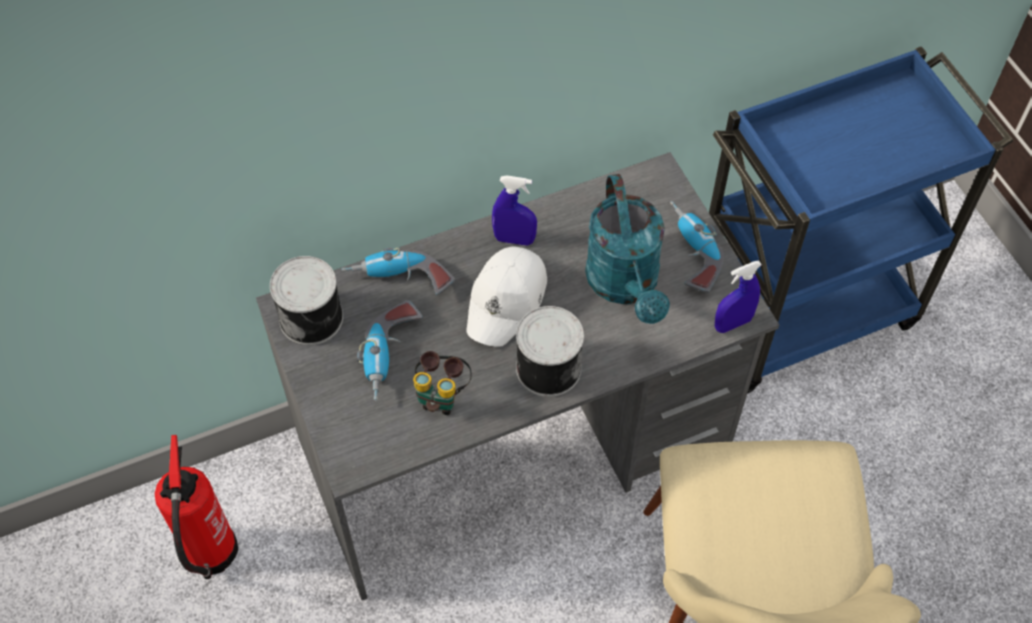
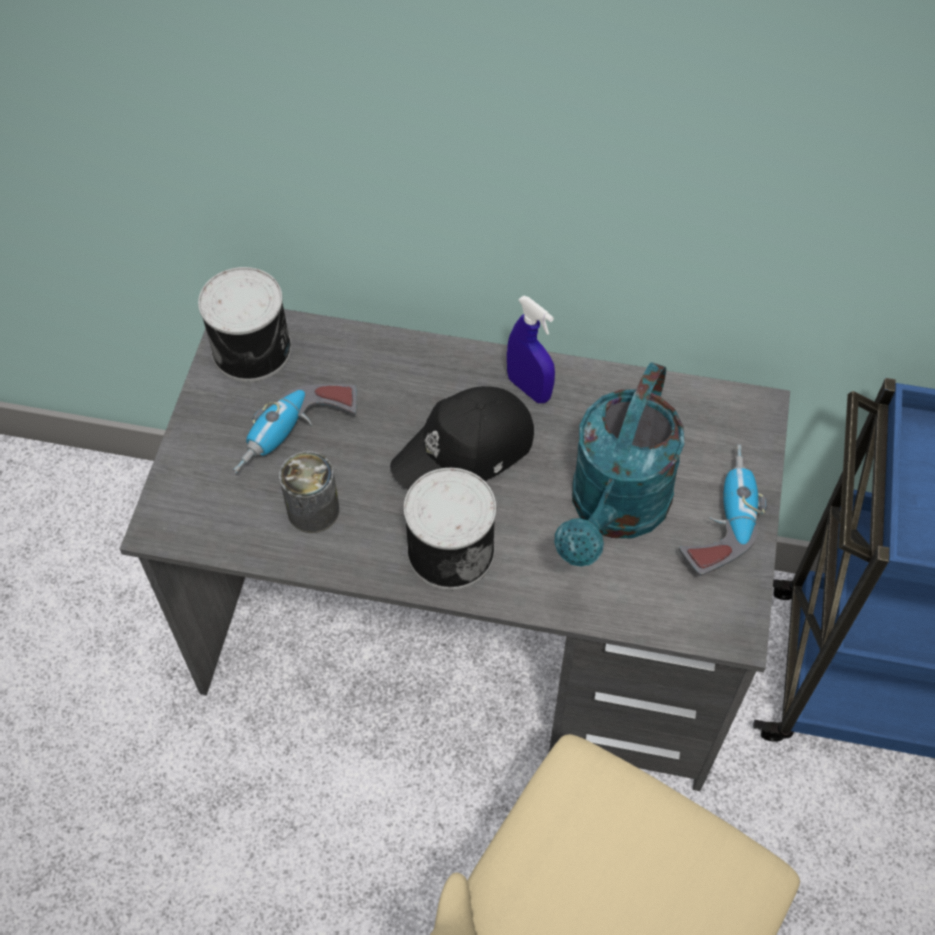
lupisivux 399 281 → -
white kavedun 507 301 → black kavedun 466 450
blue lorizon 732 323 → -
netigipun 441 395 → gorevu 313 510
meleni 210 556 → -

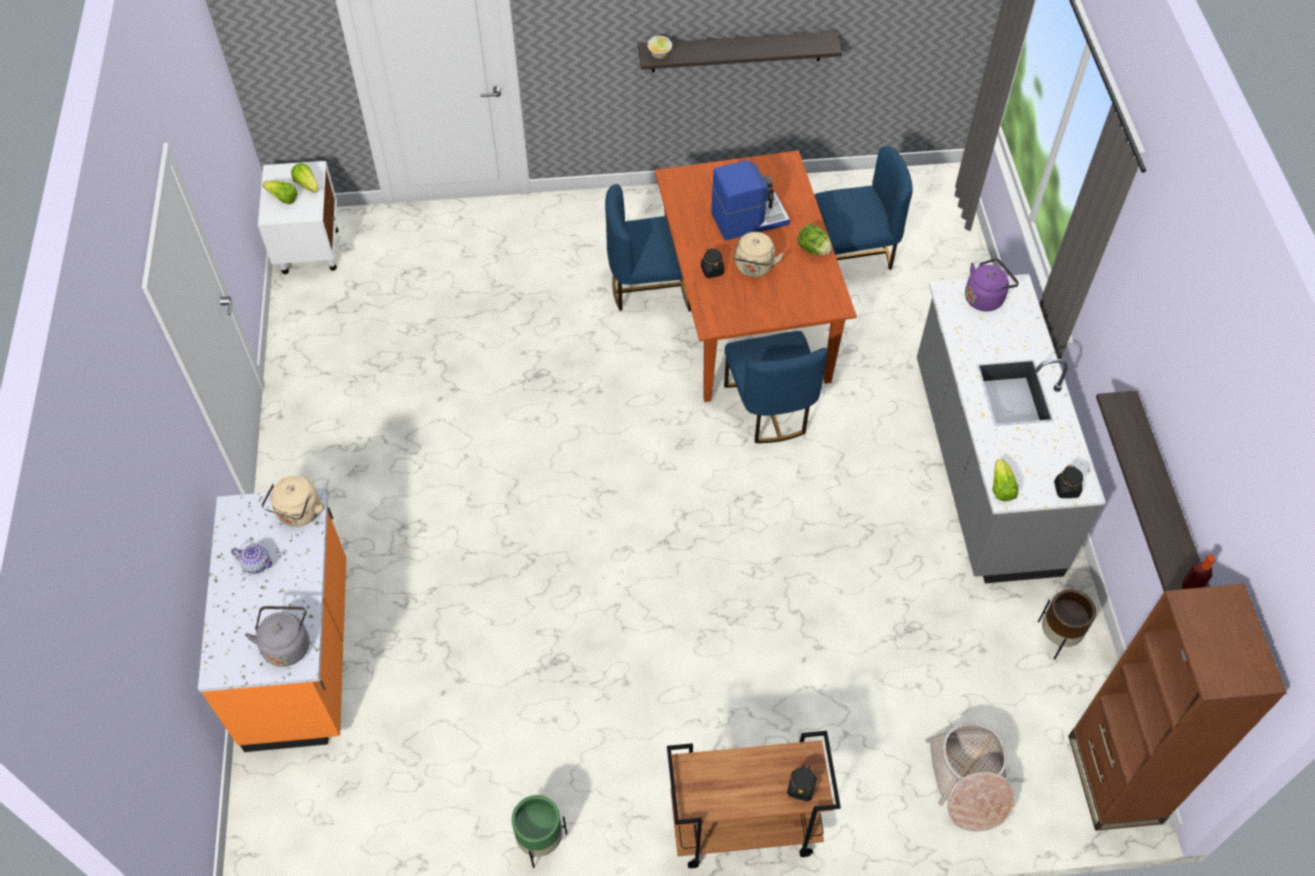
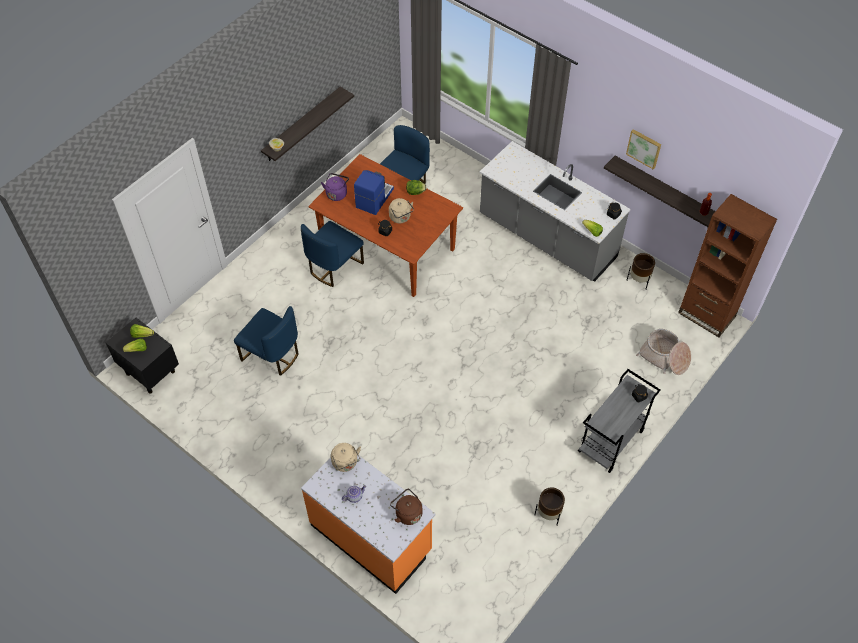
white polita 310 250 → black polita 150 372
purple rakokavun 985 297 → purple rakokavun 337 193, move
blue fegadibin 769 408 → blue fegadibin 272 355, move
grey rakokavun 287 644 → brown rakokavun 407 513
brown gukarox 743 827 → grey gukarox 611 442
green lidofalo 540 840 → brown lidofalo 548 514
- → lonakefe 644 148

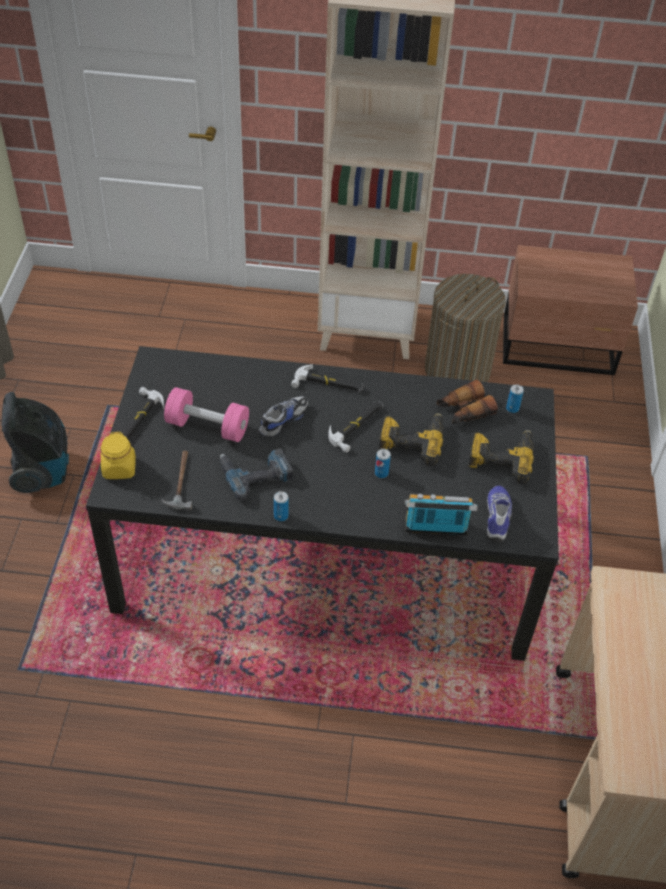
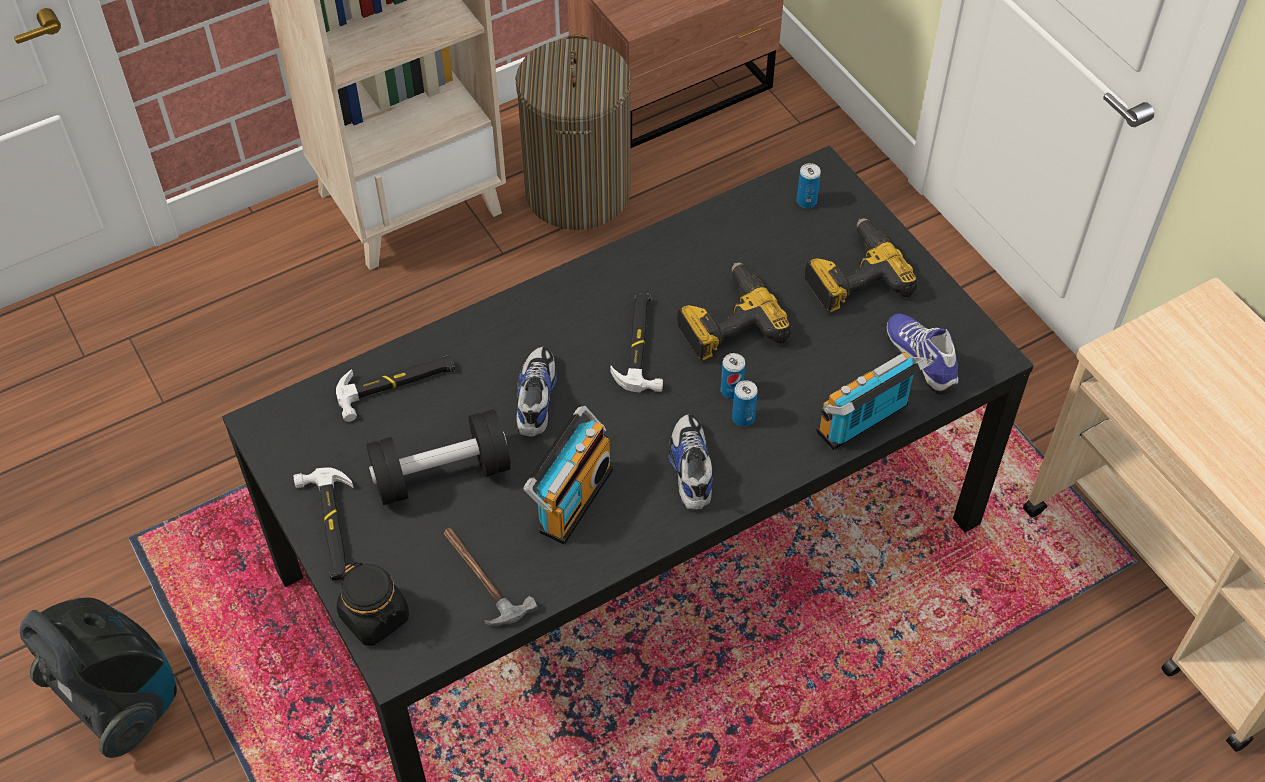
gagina 328 384 → gagina 396 385, move
netigipun 464 410 → -
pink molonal 207 427 → black molonal 441 474
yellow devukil 119 468 → black devukil 375 617
lupisivux 255 473 → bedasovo 571 498
gorevu 281 516 → gorevu 743 418, move
- → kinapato 690 468

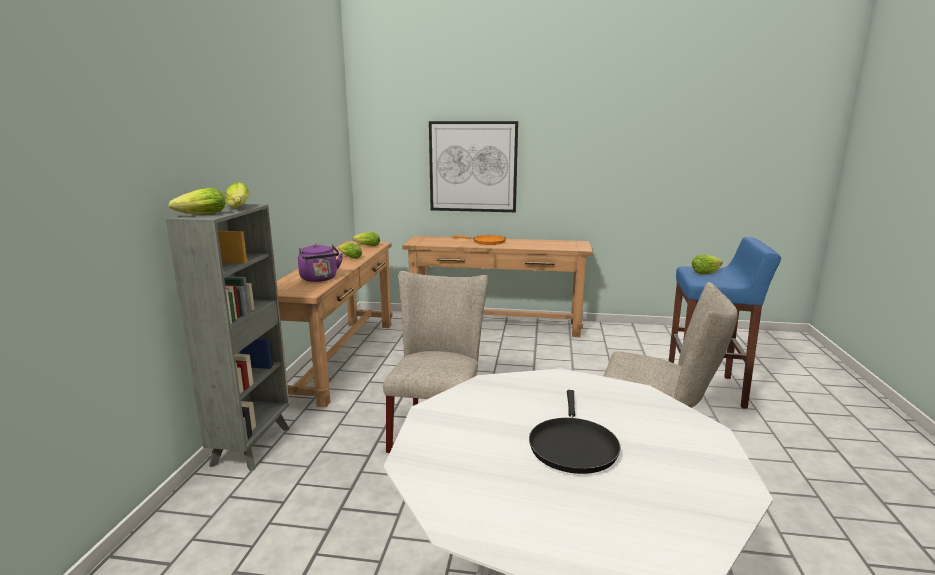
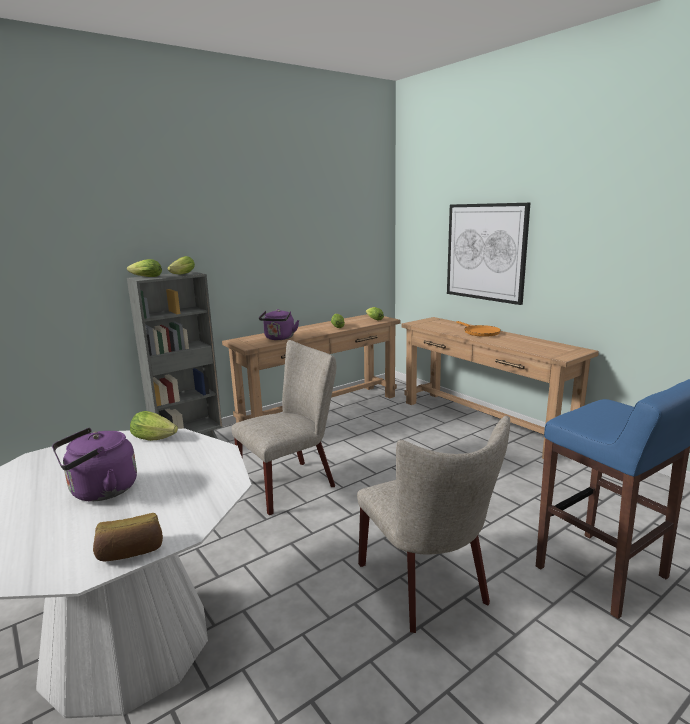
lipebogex 707 272 → lipebogex 156 438, move
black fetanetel 572 446 → purple rakokavun 100 491
- → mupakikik 131 552

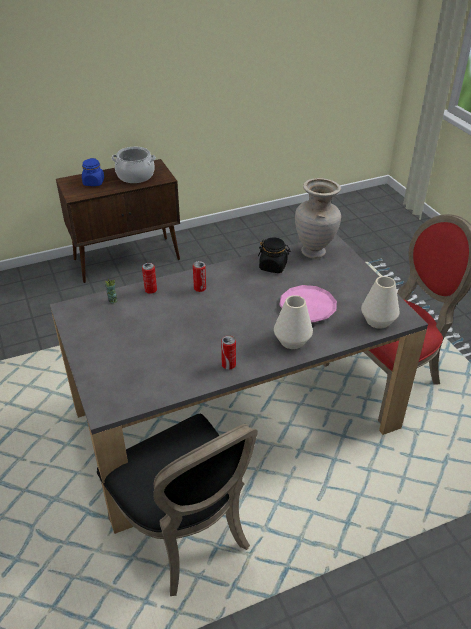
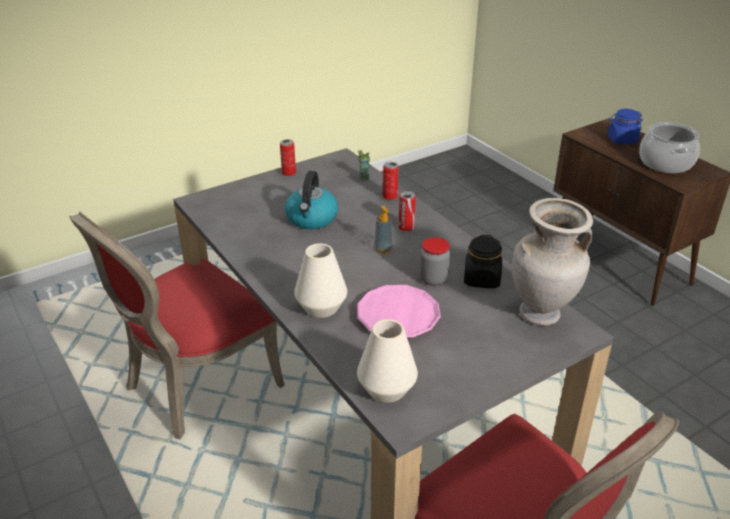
gorevu 228 365 → gorevu 288 173, move
black fegadibin 186 534 → red fegadibin 196 387
- → rakokavun 312 219
- → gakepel 383 249
- → devukil 433 279

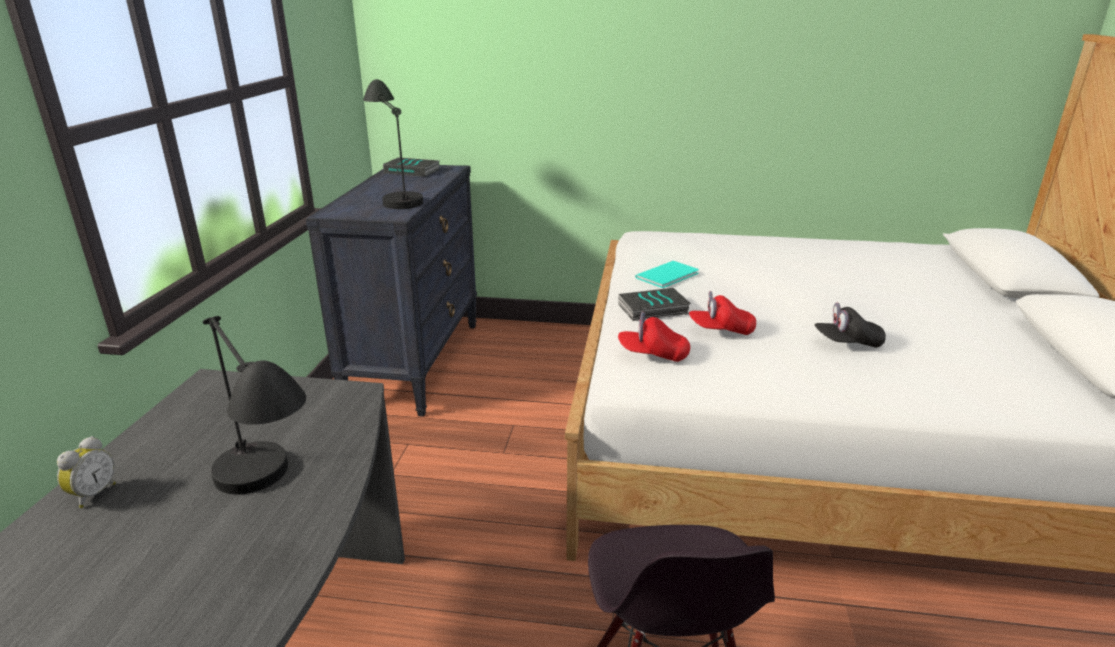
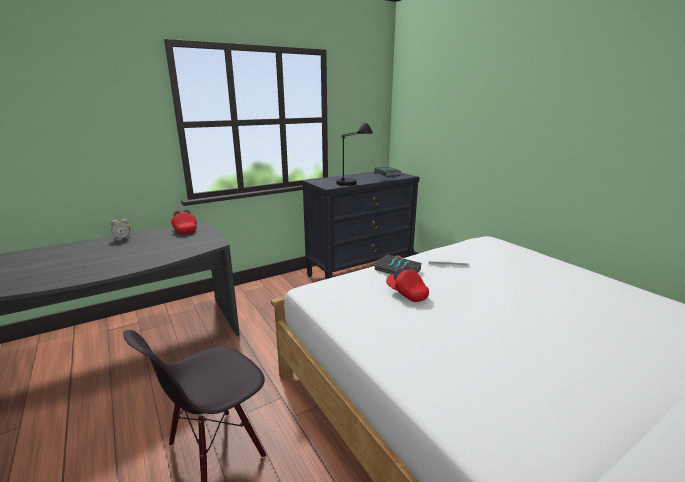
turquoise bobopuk 669 275 → white bobopuk 448 260
black kavedun 847 343 → -
red kavedun 653 354 → red kavedun 185 230, move
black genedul 270 505 → -

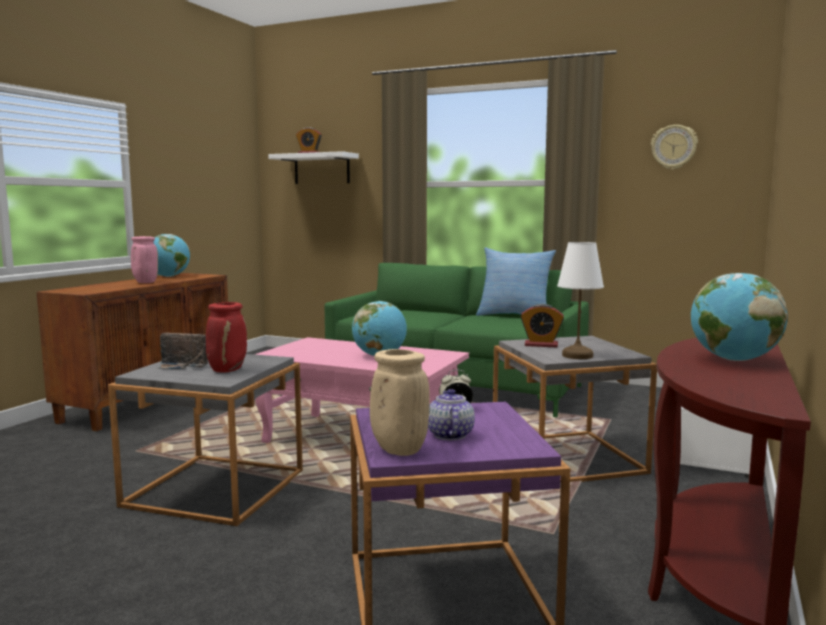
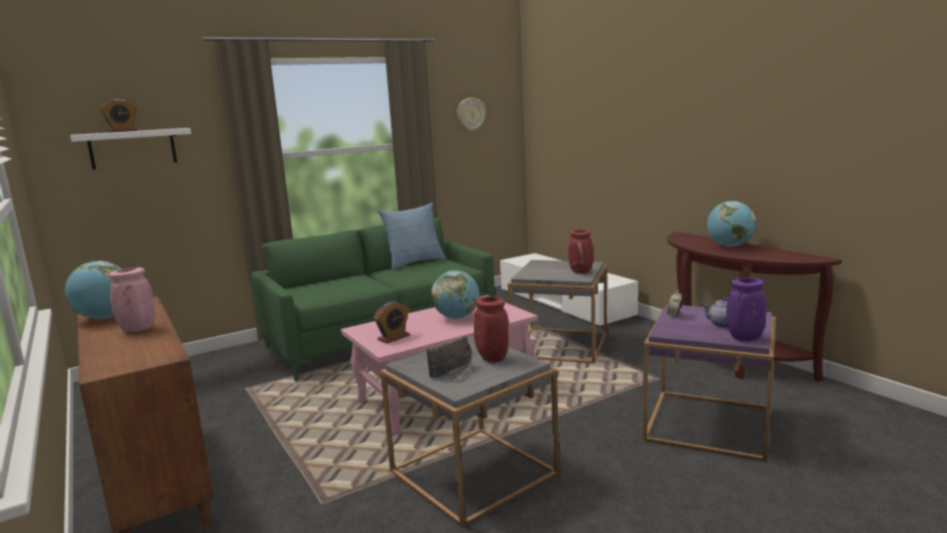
white genedul 578 356 → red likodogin 581 272
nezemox 541 345 → nezemox 393 338, move
beige likodogin 397 450 → purple likodogin 744 338

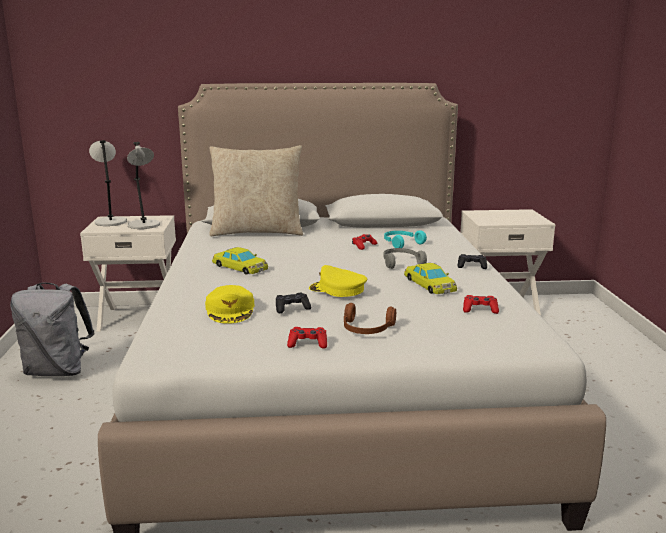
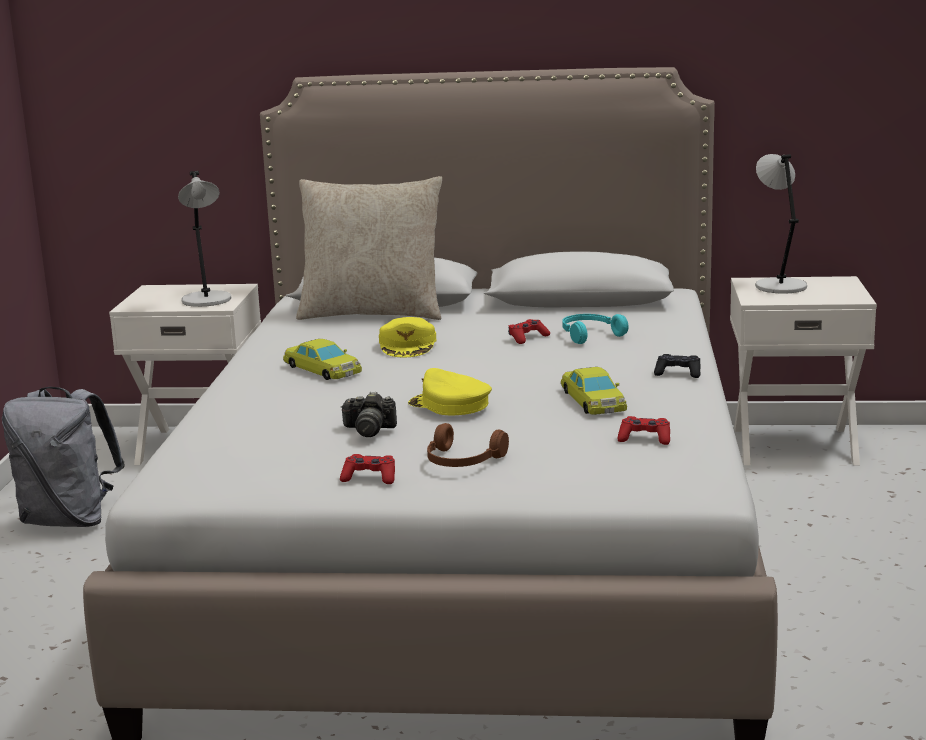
grey genedul 110 222 → grey genedul 779 286, move
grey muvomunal 401 263 → -
yellow kavedun 230 310 → yellow kavedun 408 345, move
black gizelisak 292 308 → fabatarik 369 430

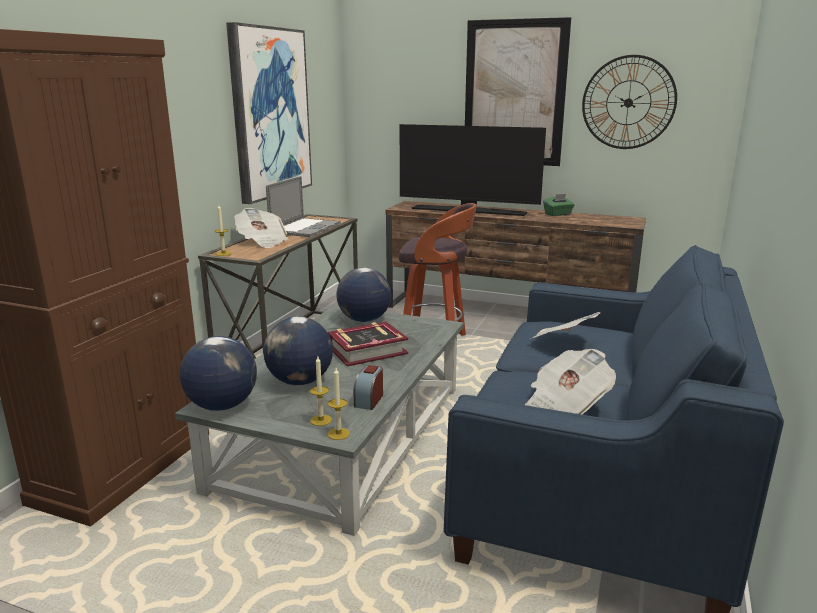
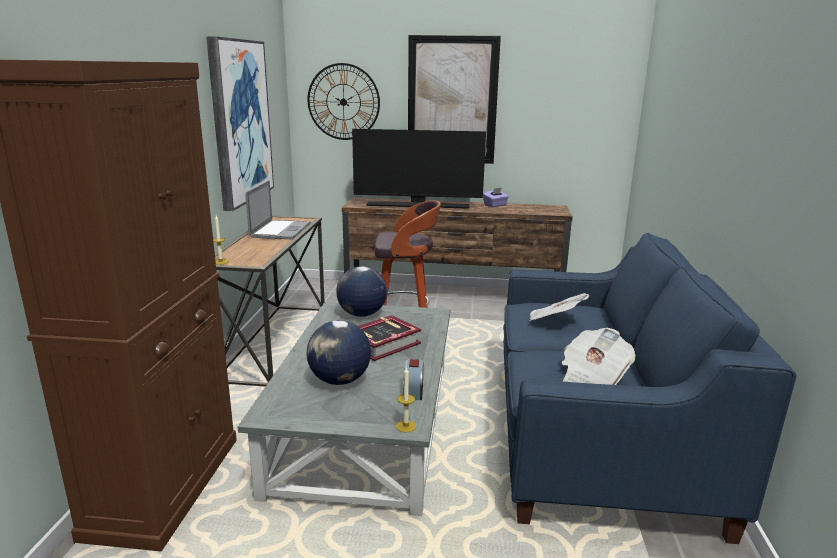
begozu 628 102 → begozu 343 102, move
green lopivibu 558 214 → purple lopivibu 495 205
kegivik 262 242 → -
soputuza 222 405 → -
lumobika 321 420 → -

